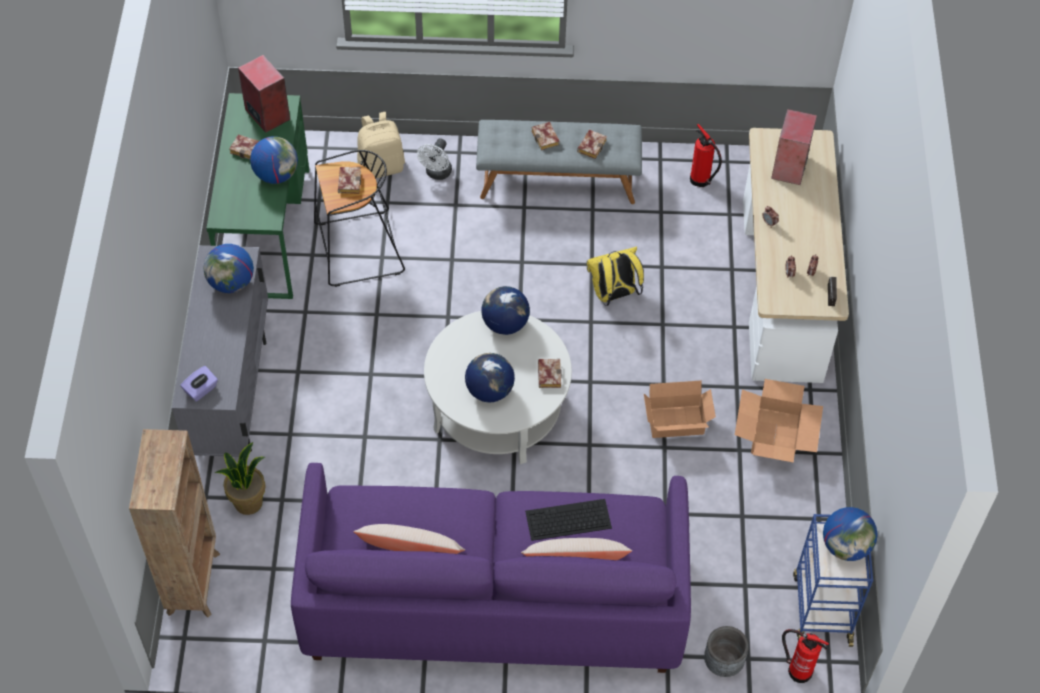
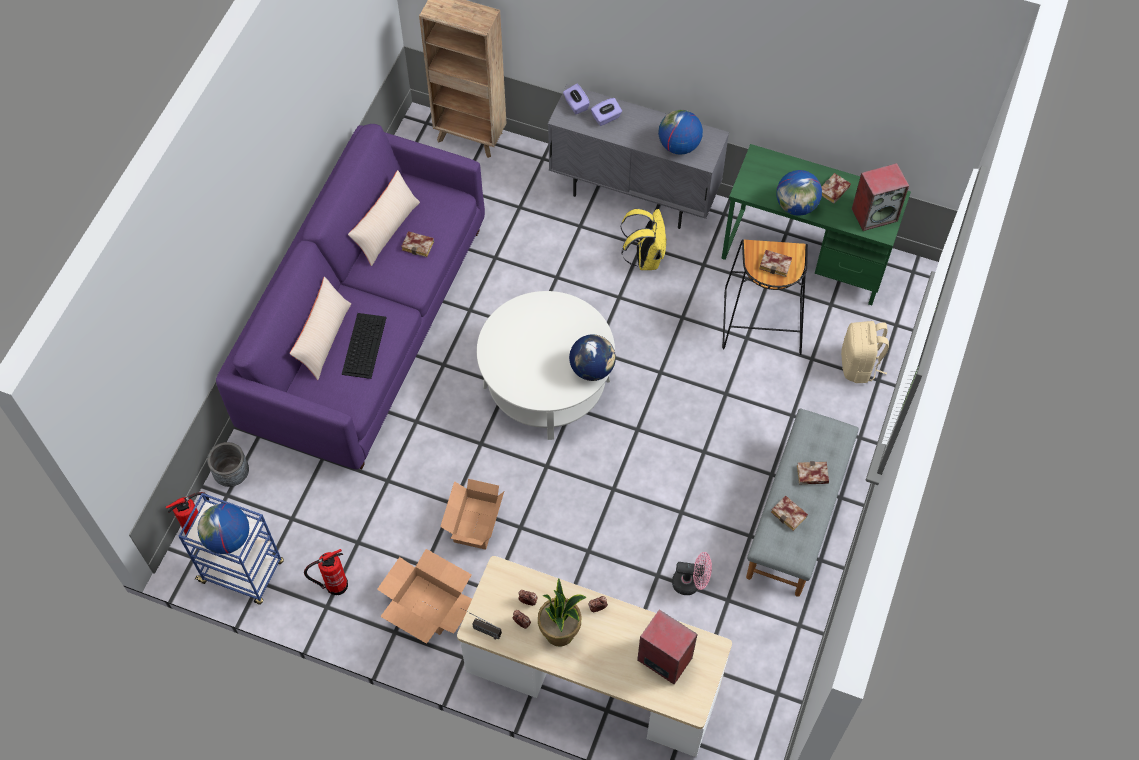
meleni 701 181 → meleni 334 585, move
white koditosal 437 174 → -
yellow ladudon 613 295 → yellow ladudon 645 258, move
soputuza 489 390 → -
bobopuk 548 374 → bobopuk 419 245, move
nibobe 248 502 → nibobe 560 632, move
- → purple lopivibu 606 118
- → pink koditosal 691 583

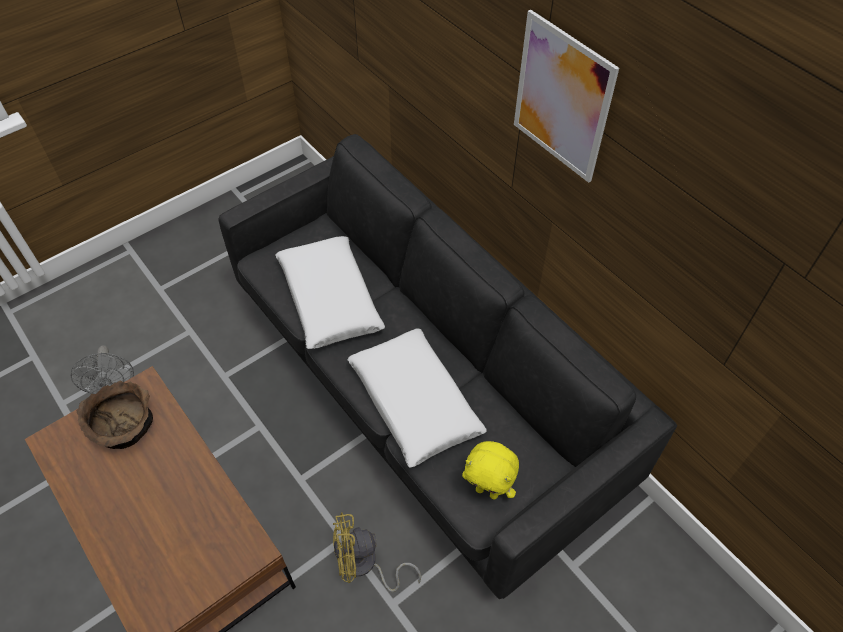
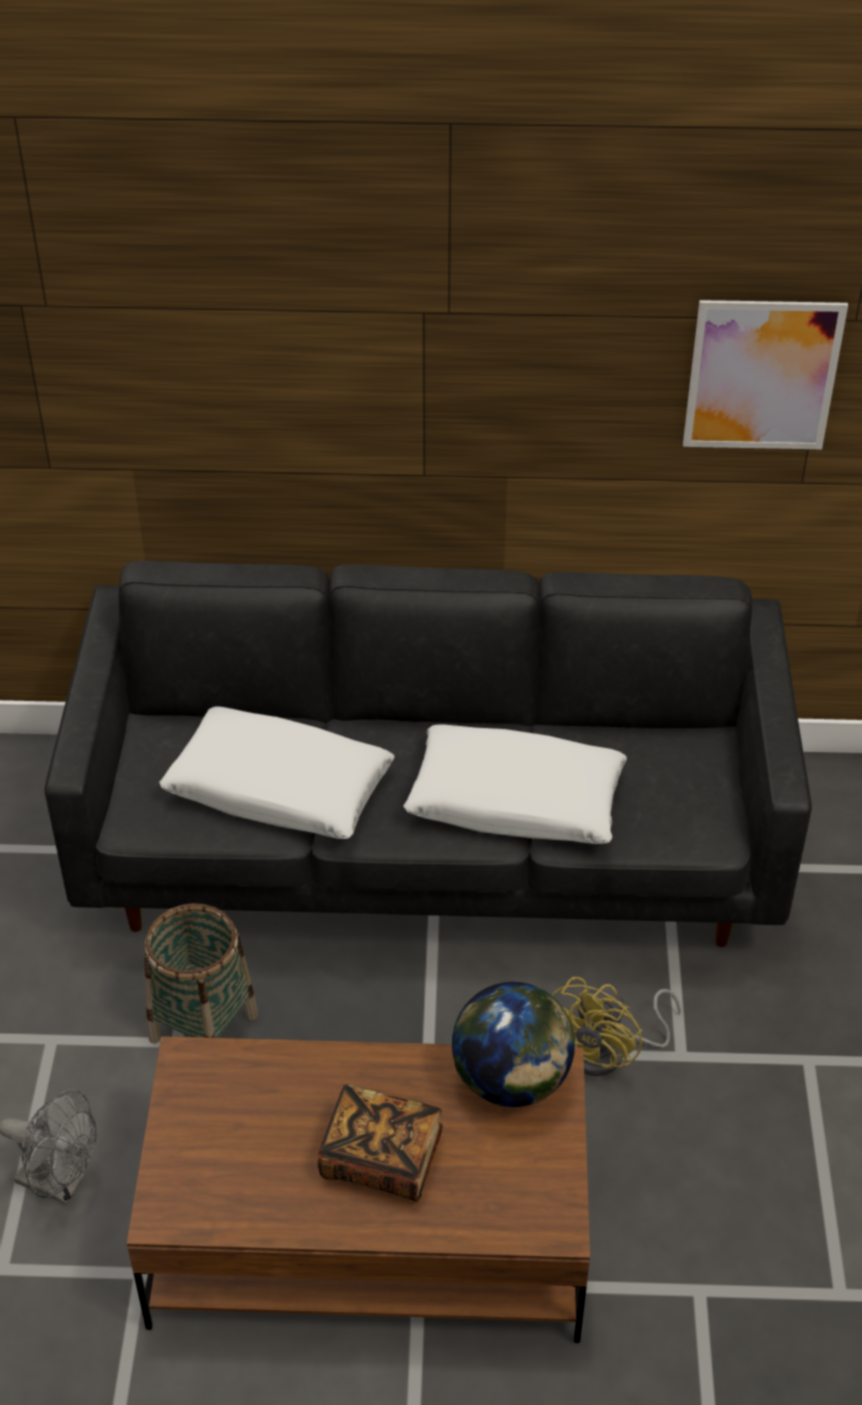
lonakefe 562 98 → lonakefe 762 375, move
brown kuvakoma 124 426 → -
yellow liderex 488 491 → -
- → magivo 203 1027
- → soputuza 511 1080
- → bobopuk 381 1158

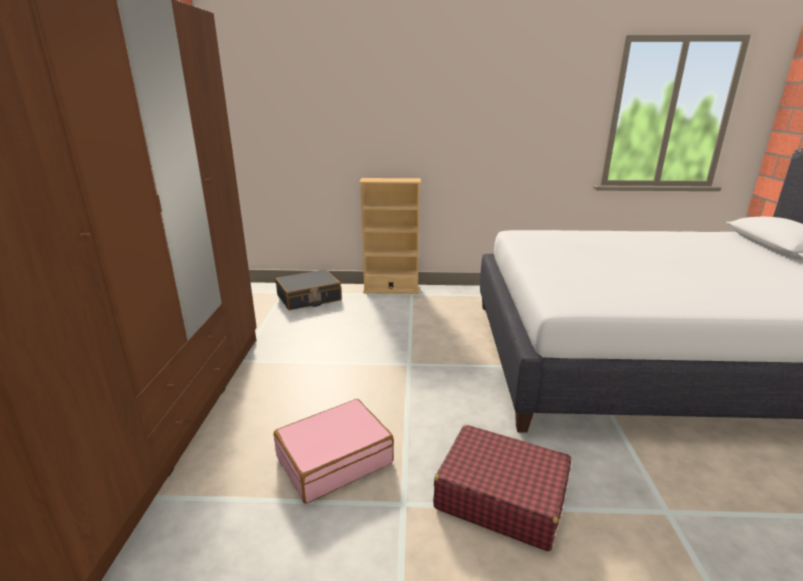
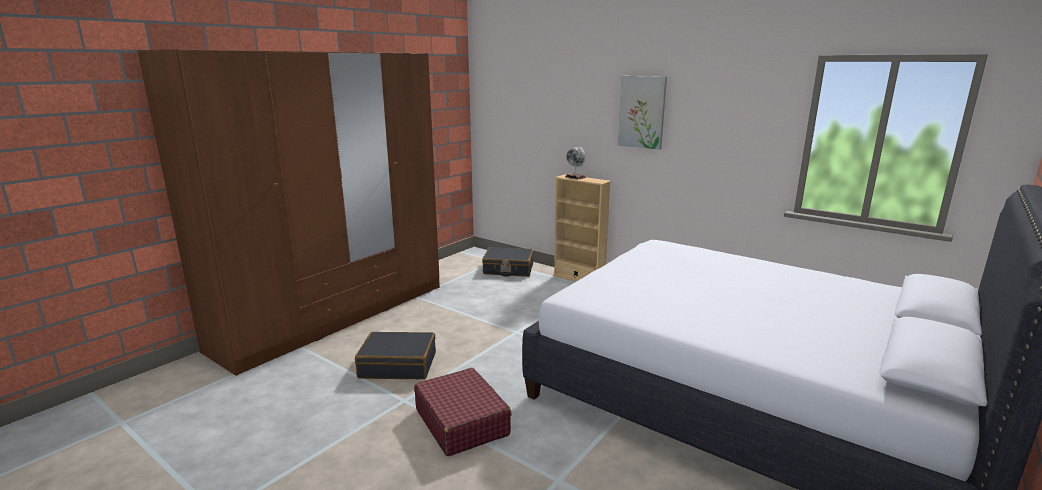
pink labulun 334 459 → black labulun 398 365
- → lonakefe 642 112
- → soputuza 575 177

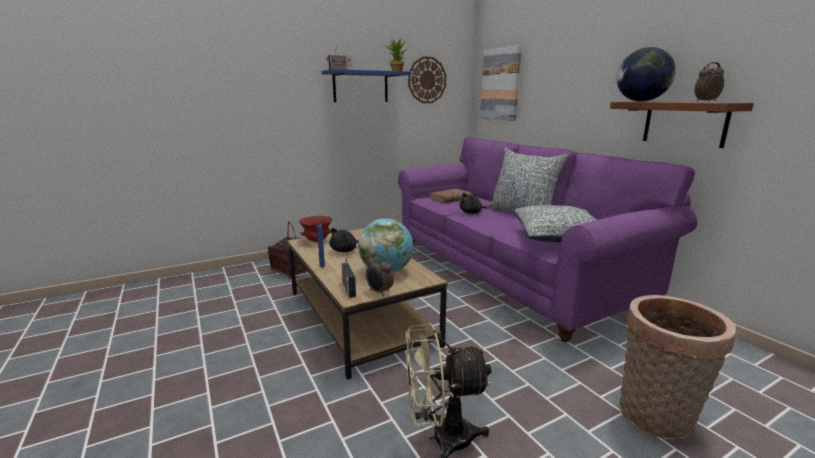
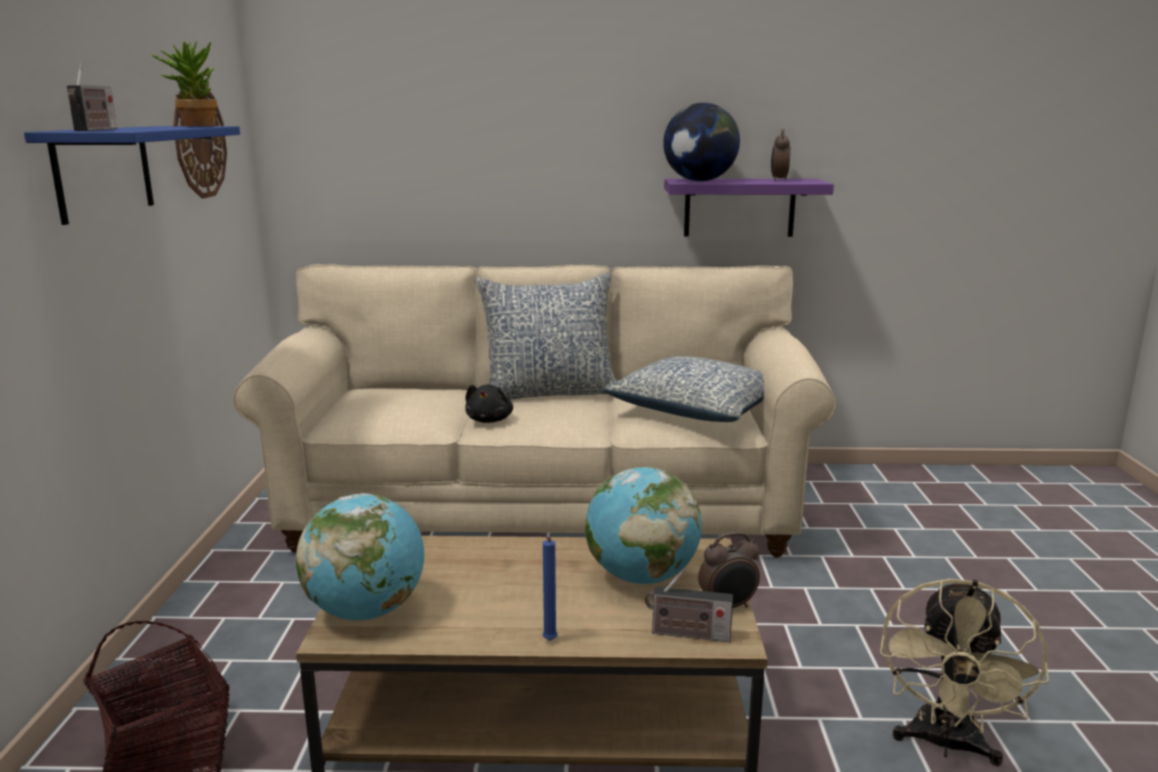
lonakefe 501 84 → -
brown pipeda 684 123 → purple pipeda 739 207
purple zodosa 508 273 → beige zodosa 543 509
brown bobopuk 450 198 → -
red kuvakoma 317 241 → soputuza 366 611
black liderex 345 250 → -
magivo 656 419 → -

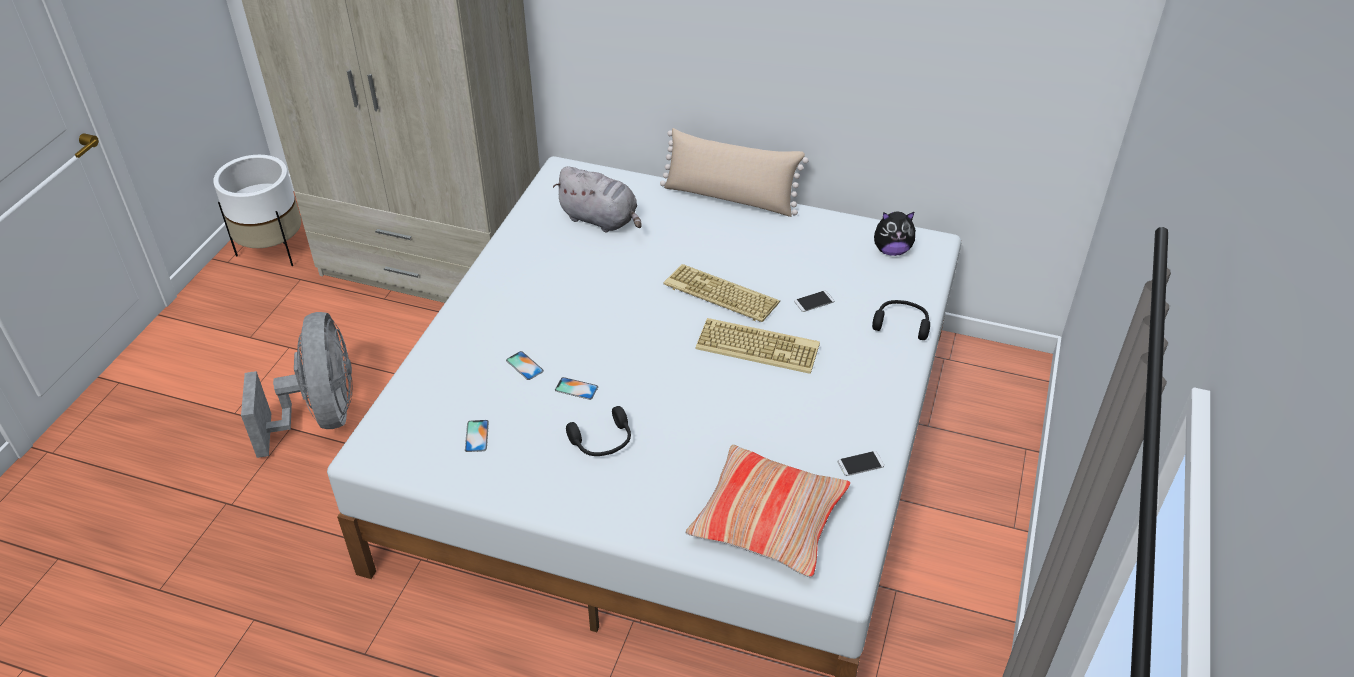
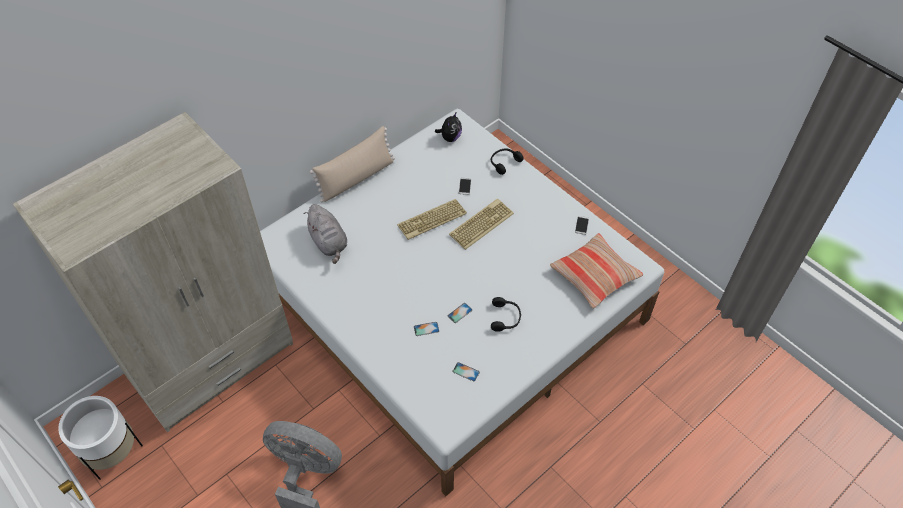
grey liderex 601 220 → grey liderex 329 243, 90 degrees clockwise

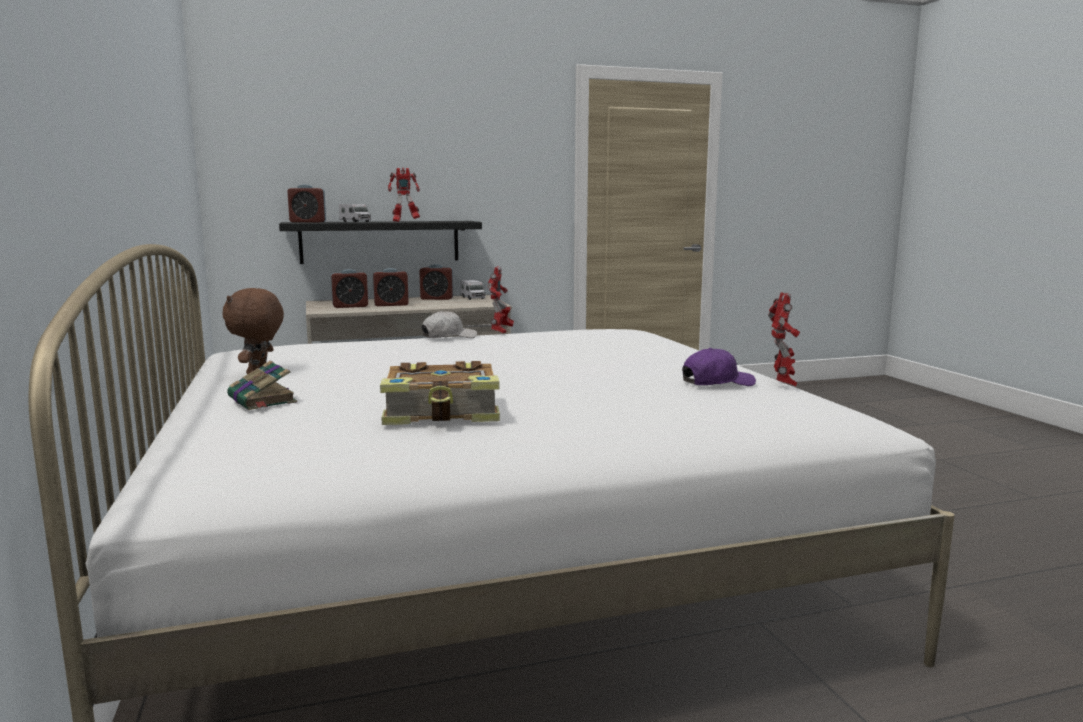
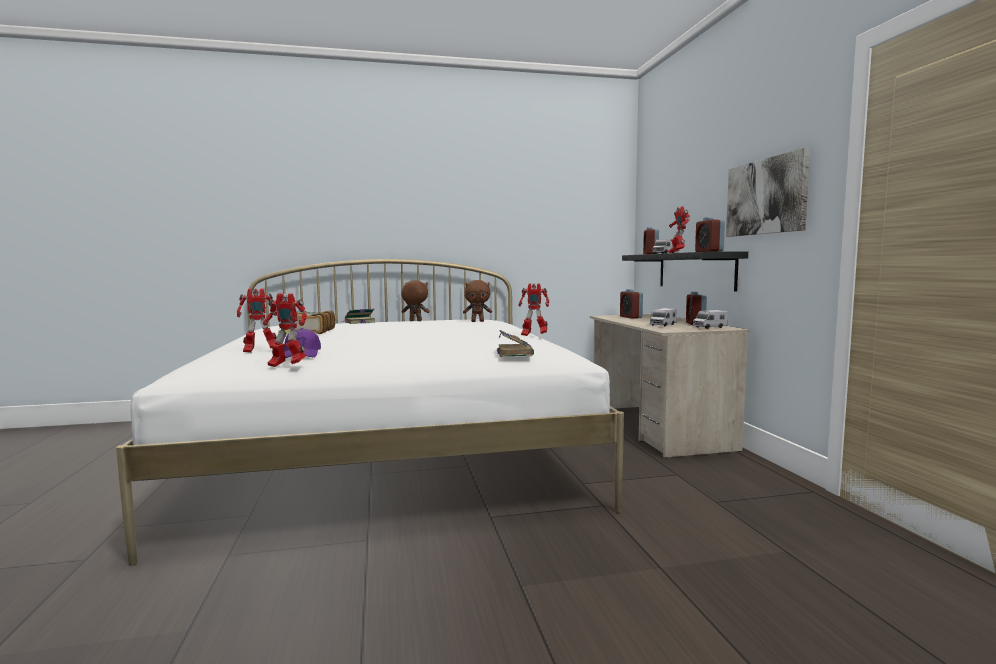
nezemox 391 305 → nezemox 709 251, move
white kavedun 449 337 → -
- → lonakefe 766 196
- → brown liderex 477 321
- → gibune 259 351
- → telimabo 663 325
- → bobopuk 514 353

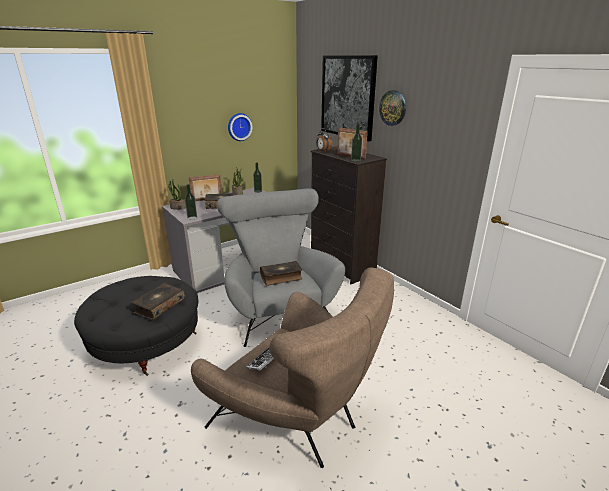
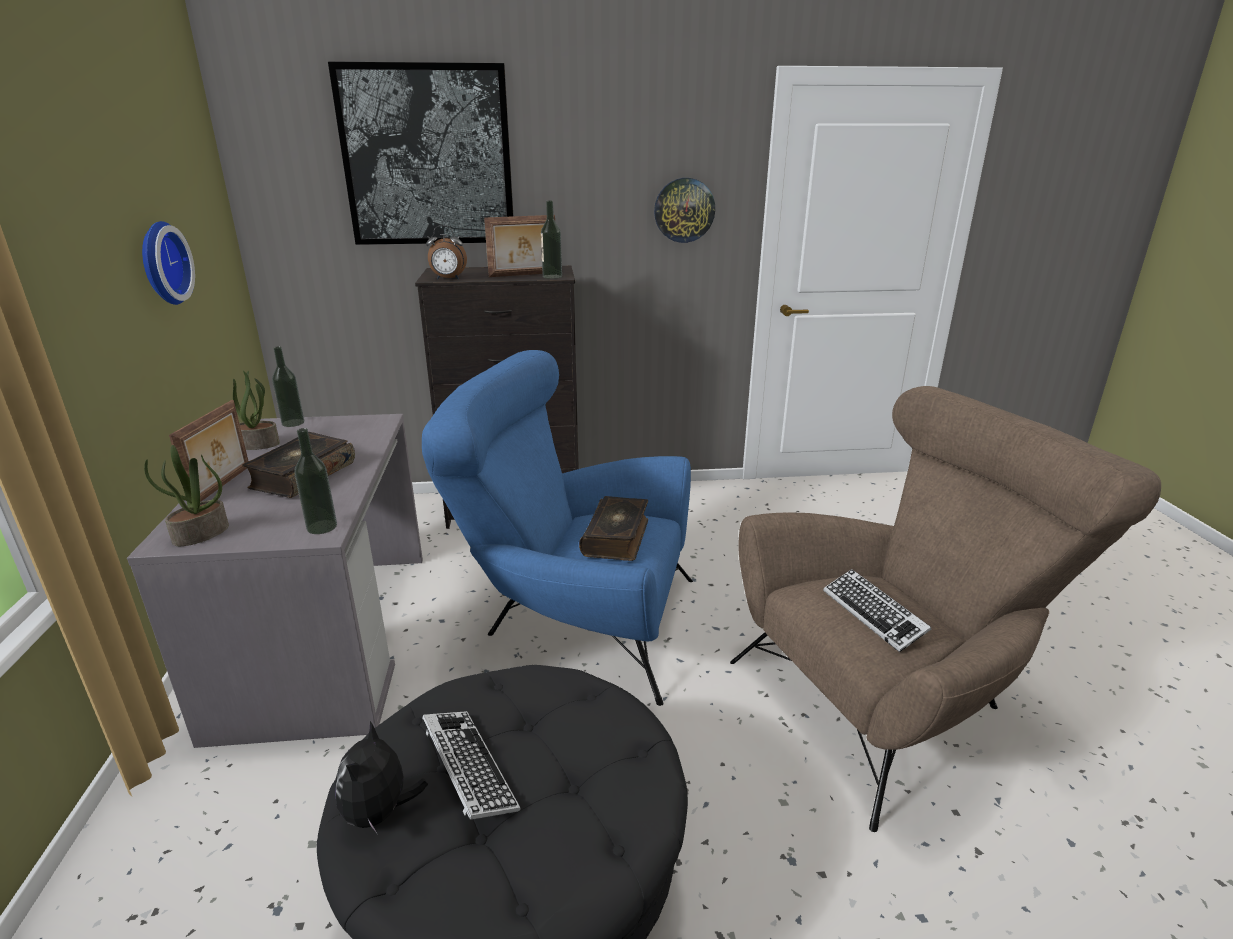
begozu 393 108 → begozu 684 210, move
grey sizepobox 278 308 → blue sizepobox 574 621
bobopuk 159 306 → -
- → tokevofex 468 769
- → liderex 380 812

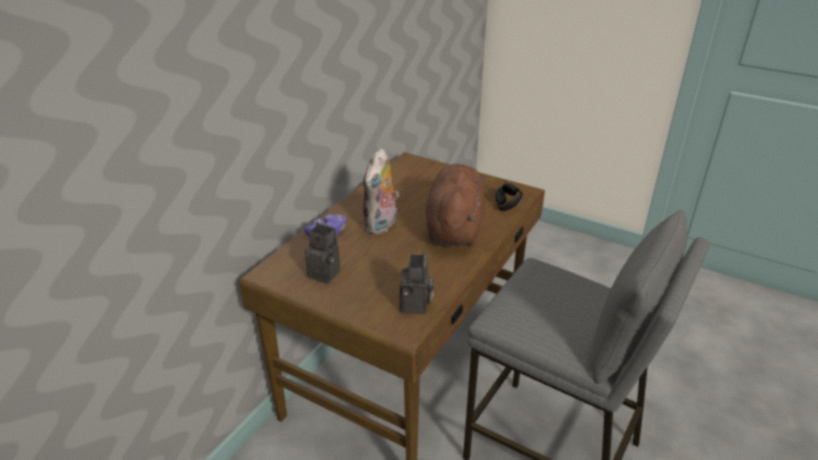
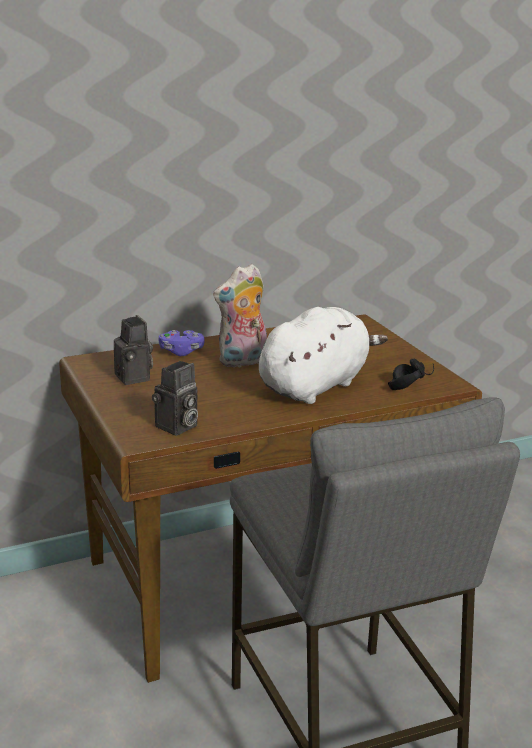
brown liderex 454 227 → white liderex 316 386

